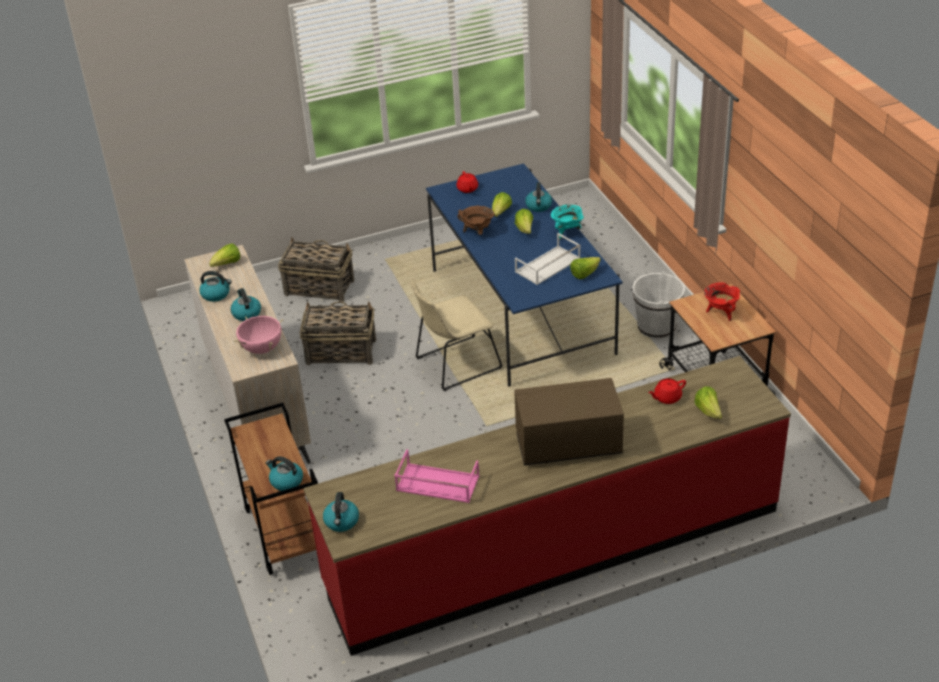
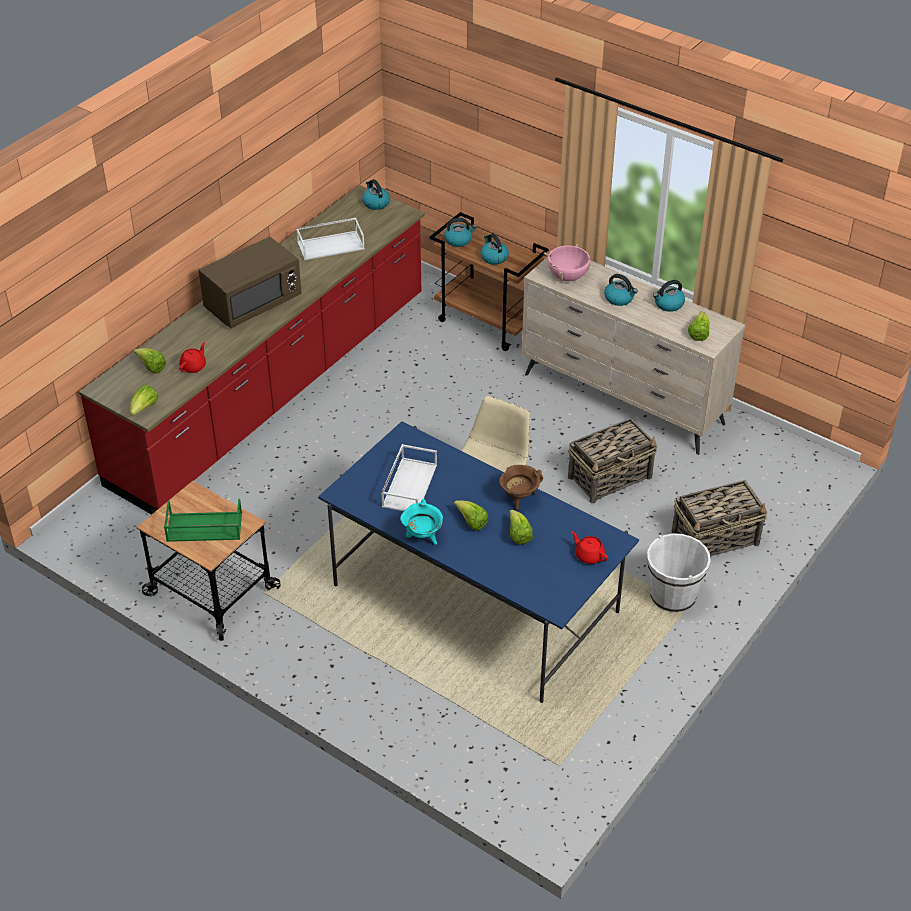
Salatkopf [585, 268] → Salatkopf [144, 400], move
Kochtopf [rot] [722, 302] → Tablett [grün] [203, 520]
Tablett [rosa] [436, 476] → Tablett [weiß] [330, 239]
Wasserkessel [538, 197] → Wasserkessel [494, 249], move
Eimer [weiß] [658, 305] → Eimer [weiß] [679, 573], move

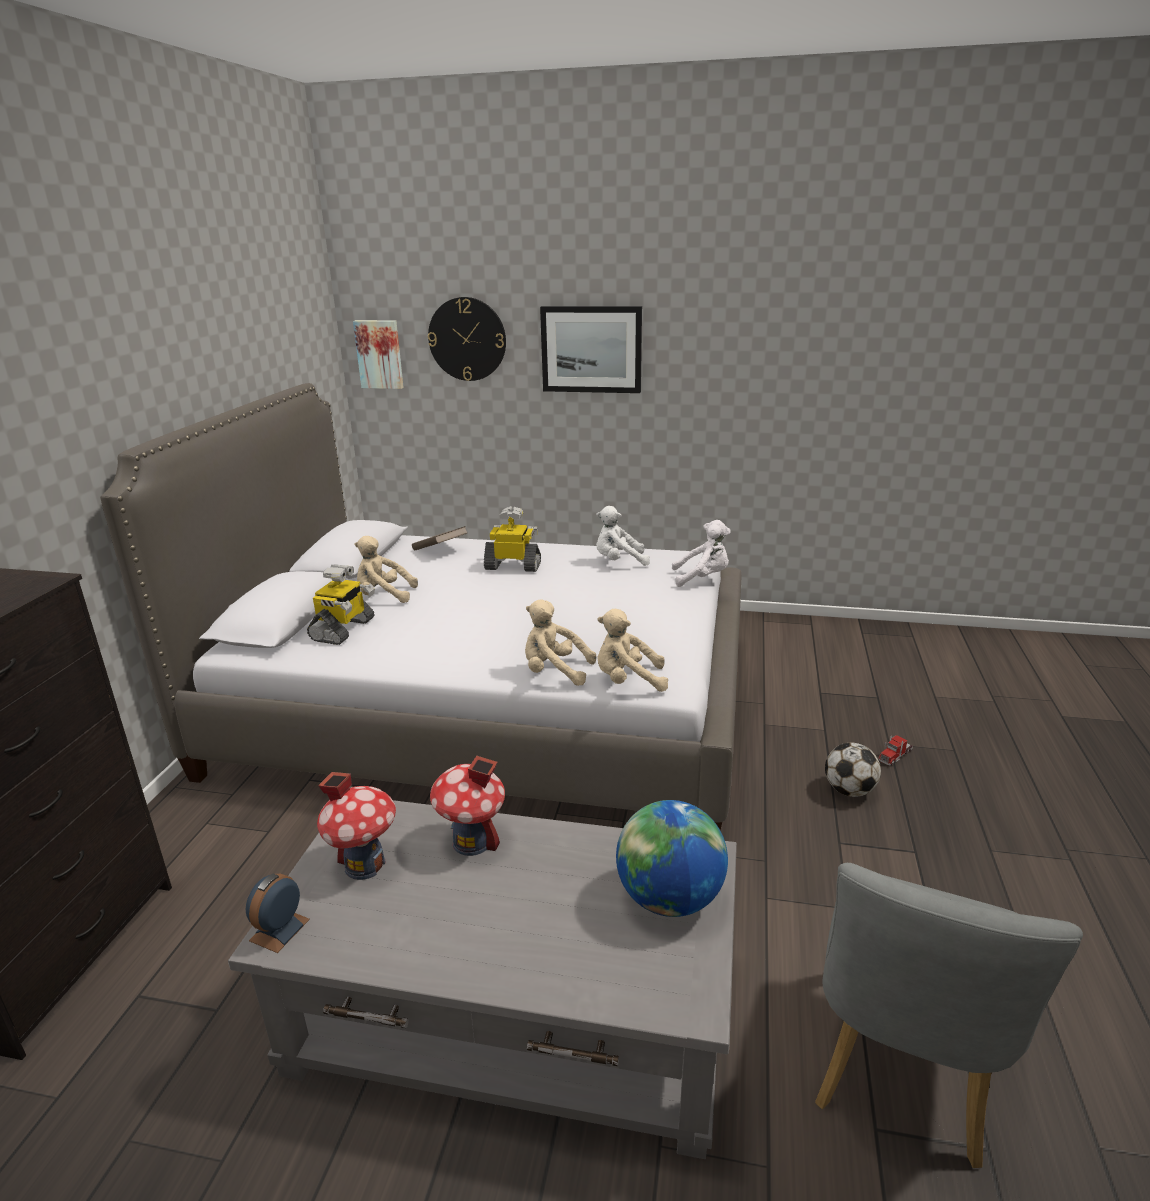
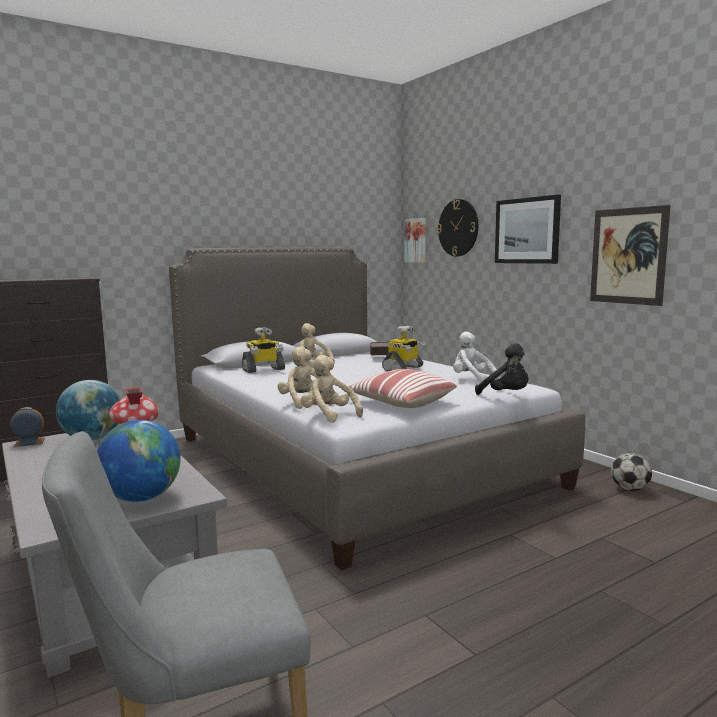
Spielzeughaus [356, 826] → Globus [88, 410]
- → Kissen [402, 388]
Spielzeugroboter [512, 539] → Spielzeugroboter [404, 348], 75 degrees clockwise
Plüschtier [weiß] [701, 553] → Plüschtier [schwarz] [502, 369]
- → Bild [630, 255]
Fußball [853, 770] → Fußball [631, 472], move
Spielzeuglaster [895, 750] → -

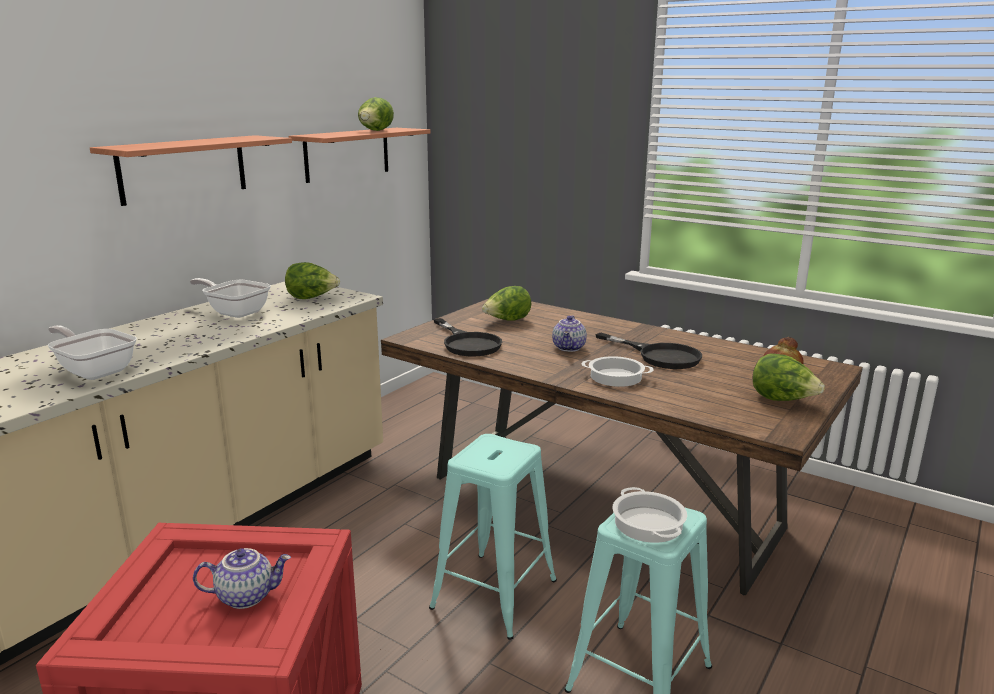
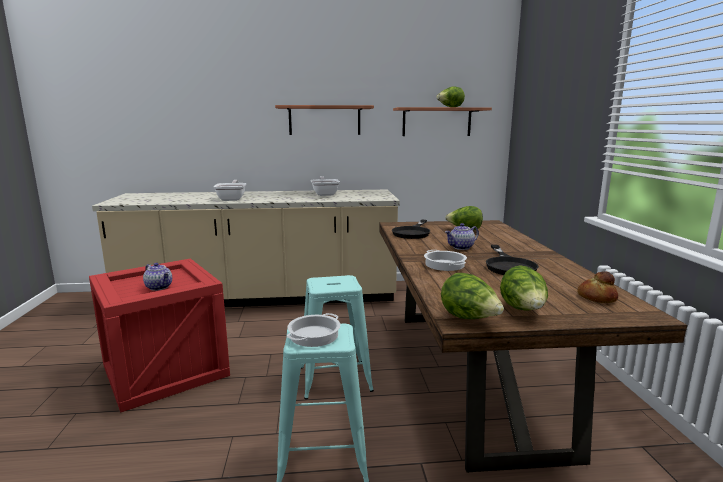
Salatkopf [312, 280] → Salatkopf [472, 296], move

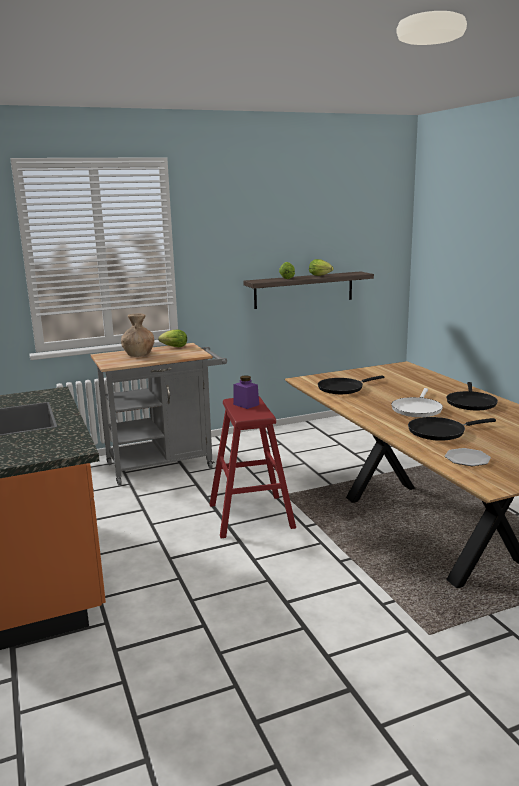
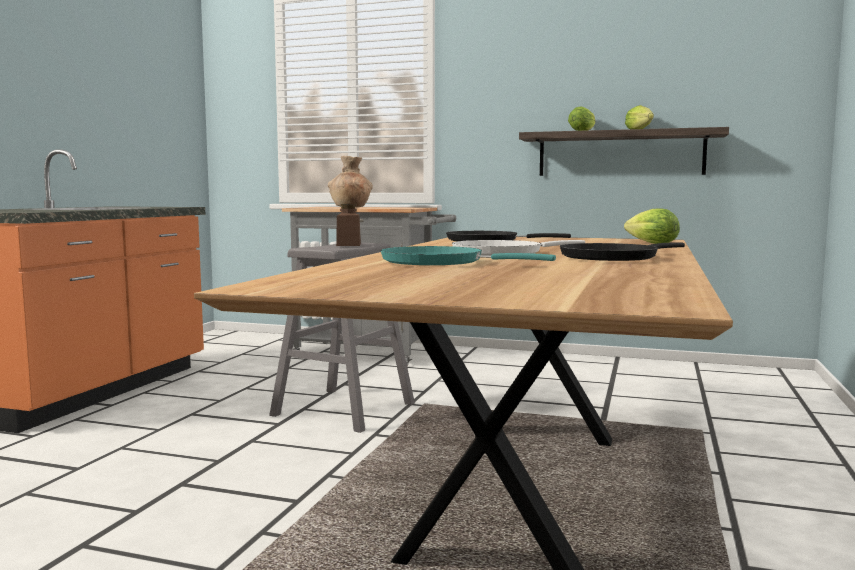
Hocker [rot] [253, 467] → Hocker [grau] [342, 338]
Vorratsglas [lila] [246, 392] → Vorratsglas [braun] [348, 225]
Pfanne [schwarz] [452, 429] → Pfanne [türkis] [468, 255]
Salatkopf [172, 338] → Salatkopf [652, 226], move
Teller [468, 457] → -

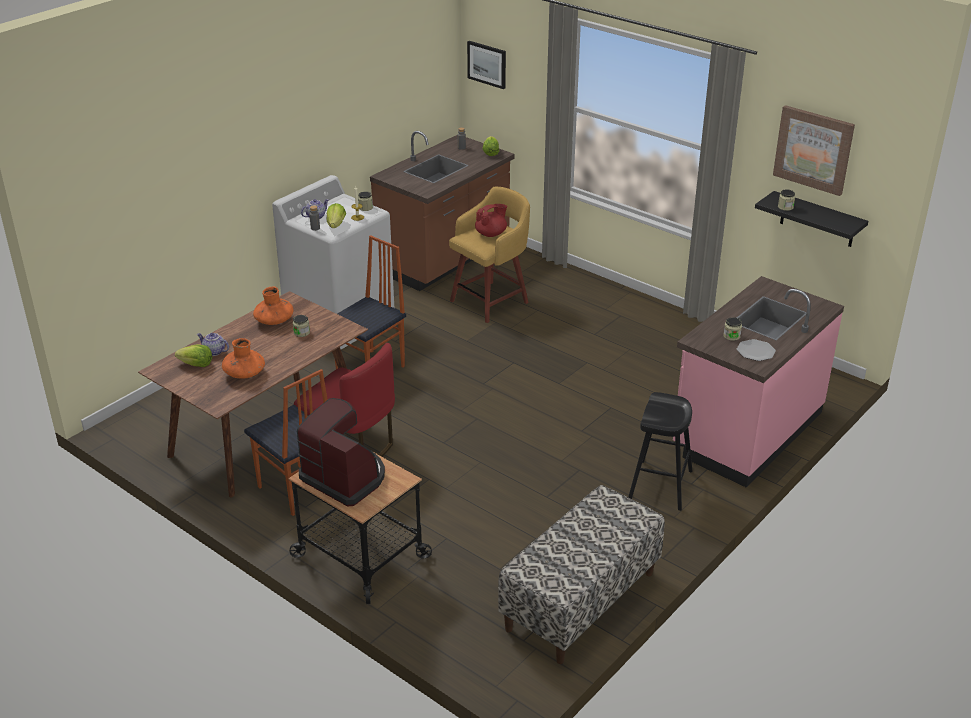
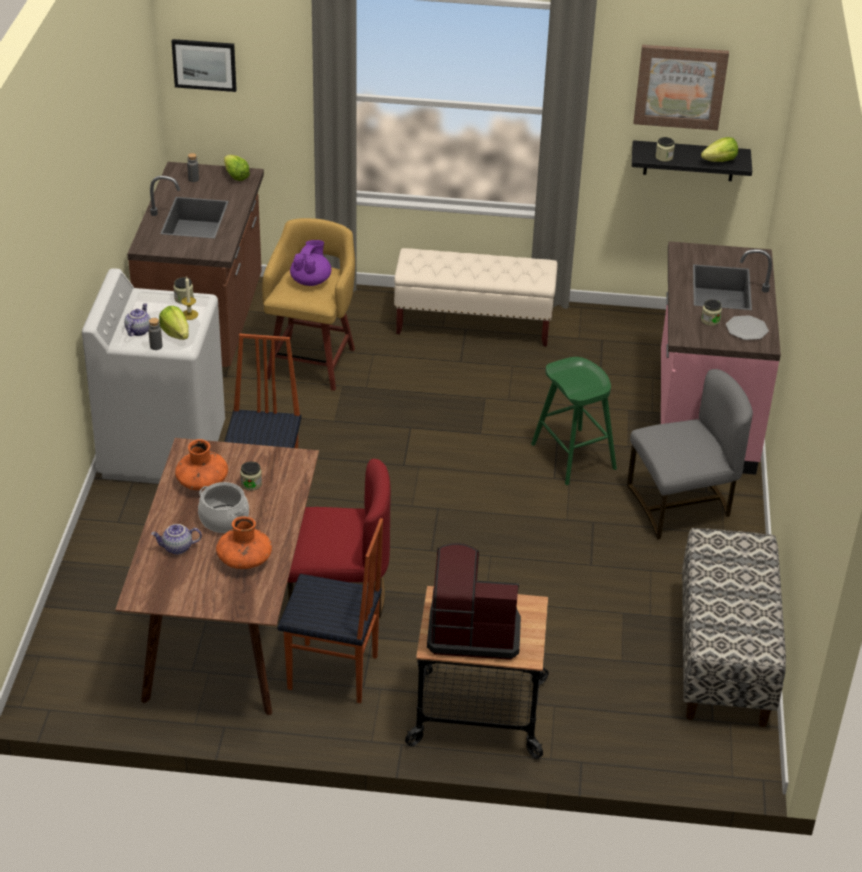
- → Kochtopf [223, 507]
Teekanne [rot] [491, 220] → Teekanne [lila] [310, 263]
- → Bank [beige] [476, 297]
- → Hocker [grün] [574, 421]
Hocker [schwarz] [660, 451] → Stuhl [grau] [690, 454]
Salatkopf [193, 355] → Salatkopf [719, 149], move

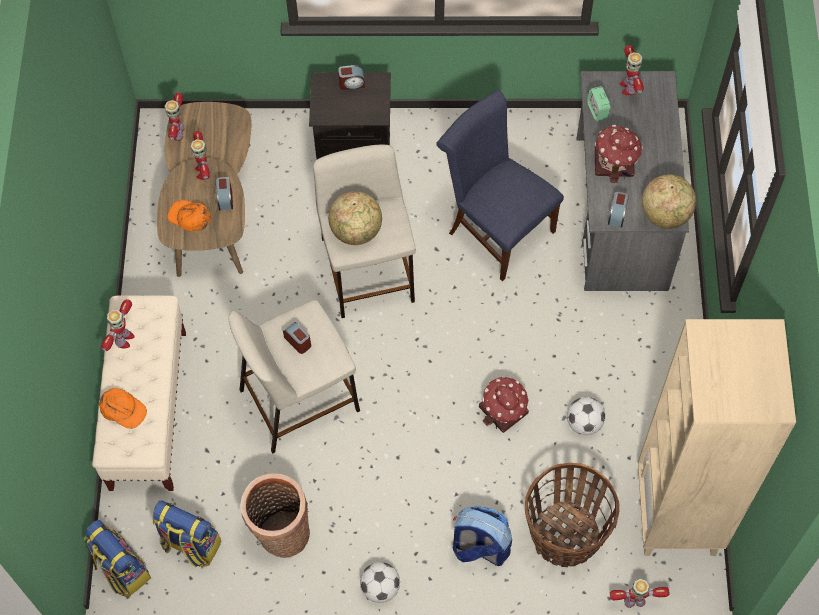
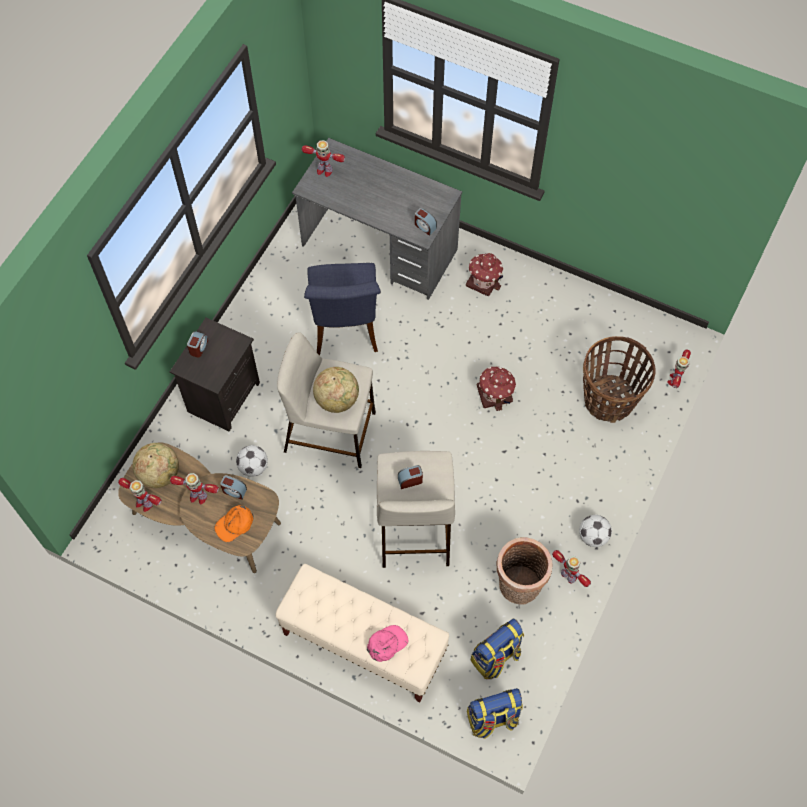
Globus [669, 202] → Globus [155, 465], move
Fußball [586, 416] → Fußball [252, 461], move
Stuhl [blau] [500, 185] → Stuhl [blau] [342, 309], 75 degrees counterclockwise
Kappe [orange] [123, 408] → Kappe [rosa] [387, 643]
Spielzeughaus [619, 154] → Spielzeughaus [484, 274], move
Spielzeugroboter [118, 325] → Spielzeugroboter [571, 568], move
Rucksack [482, 536] → -
Wecker [599, 103] → -
Bücherregal [beige] [717, 437] → -

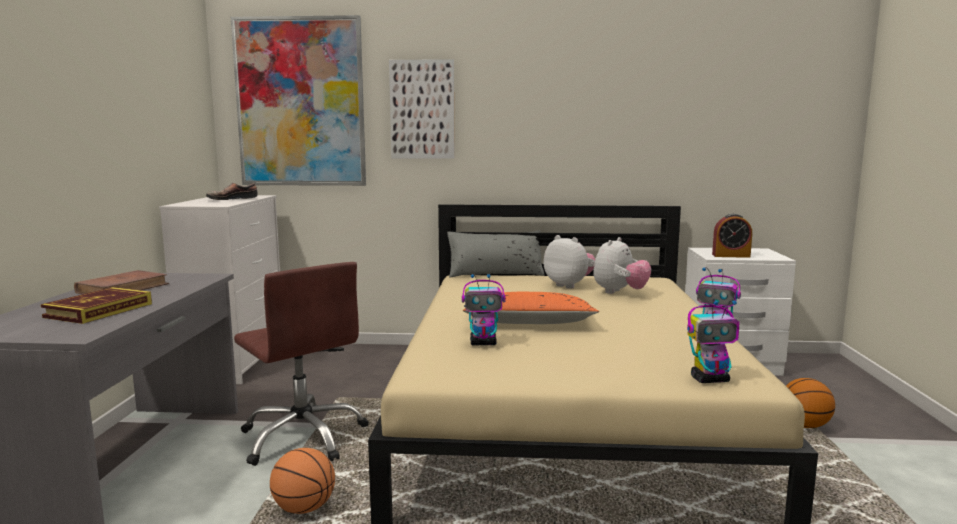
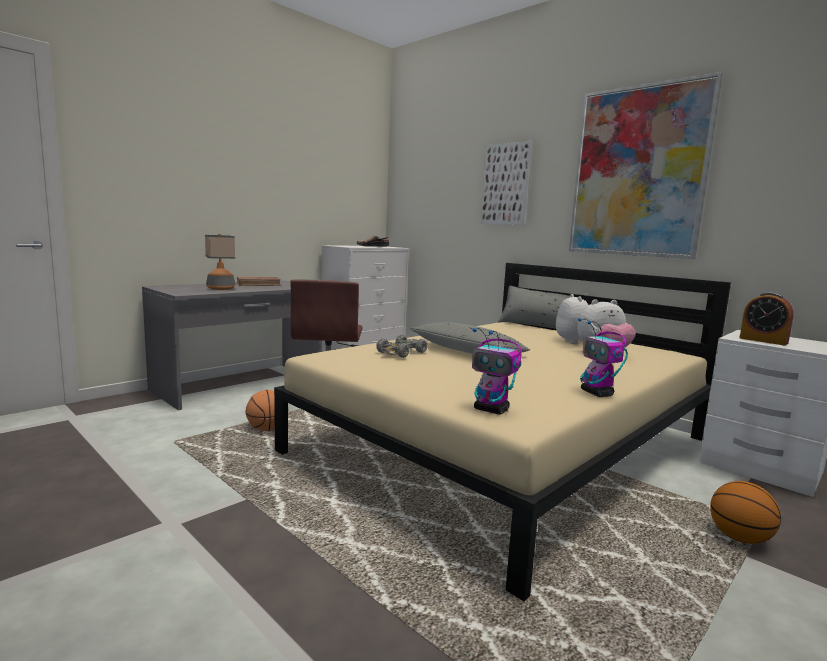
Buch [96, 305] → Tischlampe [220, 262]
Spielzeugroboter [484, 309] → Spielzeugauto [grau] [402, 346]
Kissen [orange] [531, 308] → Kissen [grau] [470, 338]
Bild [298, 100] → Bild [646, 165], move

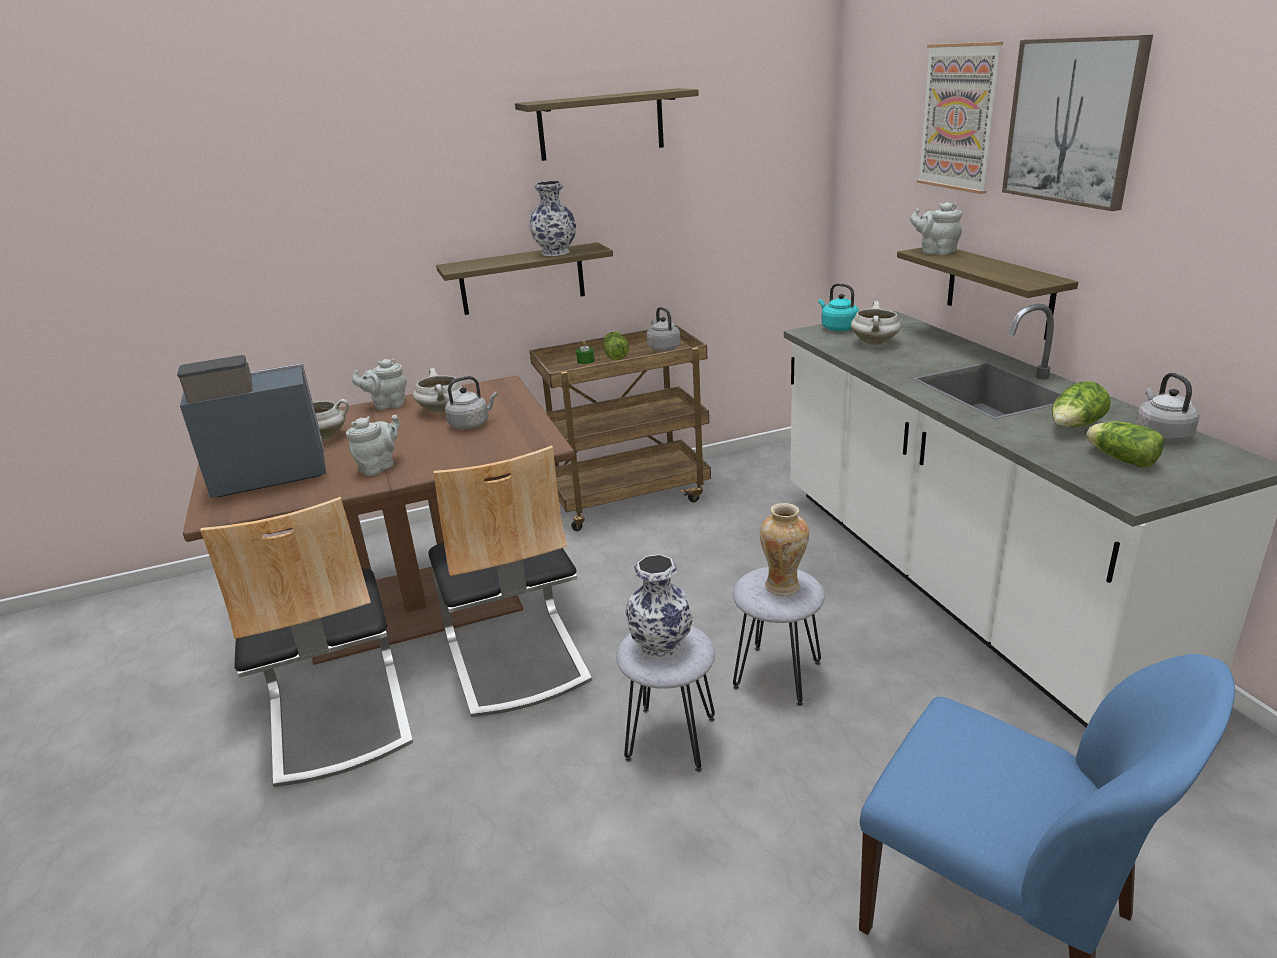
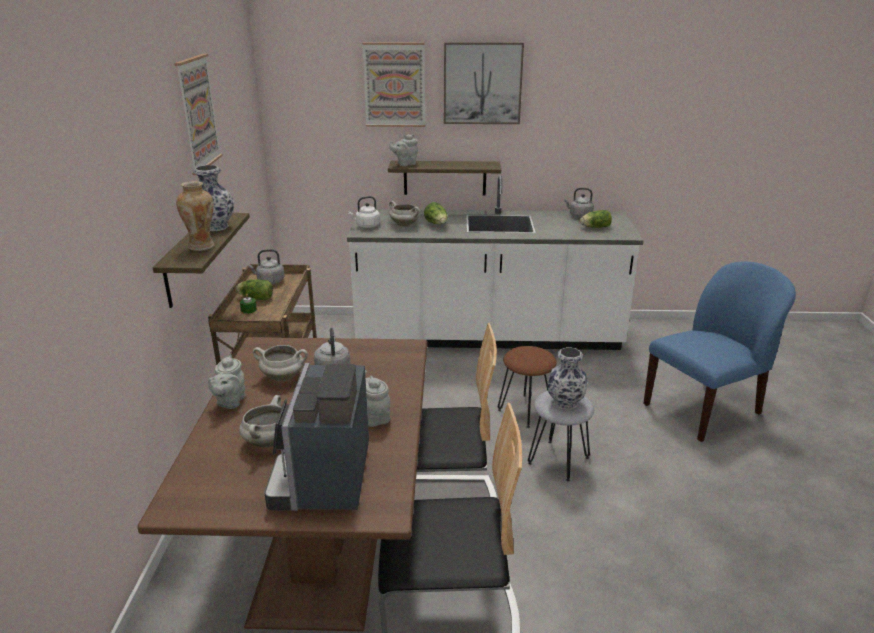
Wandregal [606, 124] → Bild [198, 114]
Vase [784, 549] → Vase [195, 216], move
Wasserkessel [türkis] [838, 307] → Wasserkessel [weiß] [364, 212]
Salatkopf [1081, 404] → Salatkopf [436, 213], move
Hocker [grau] [779, 636] → Hocker [braun] [527, 387]

